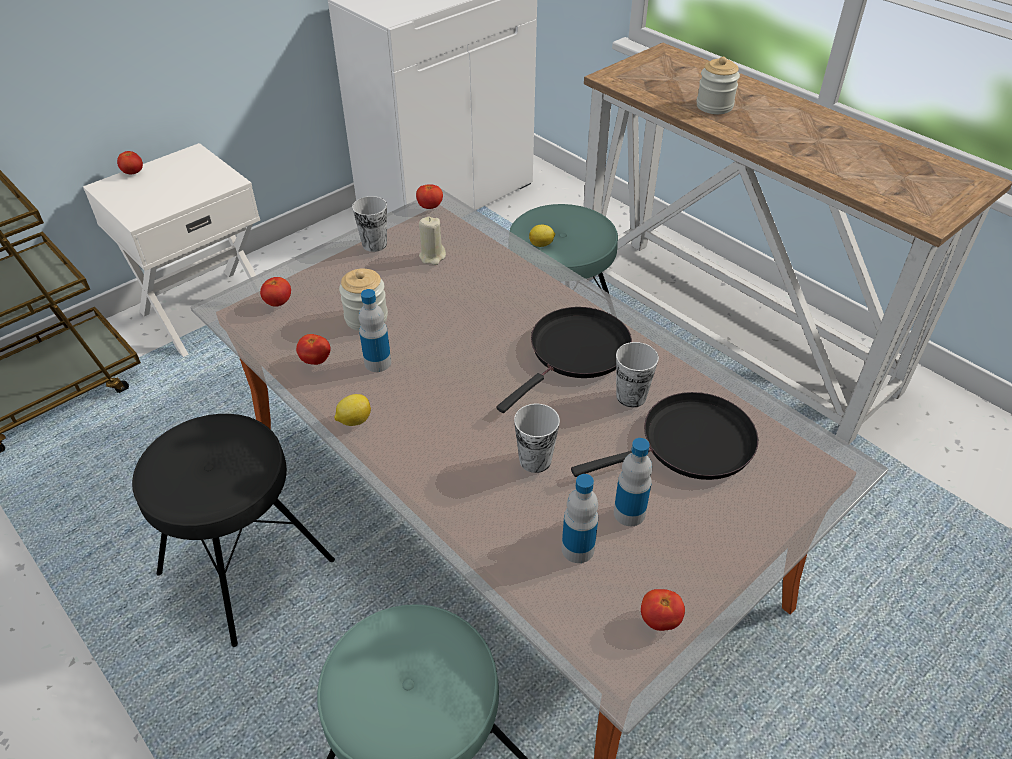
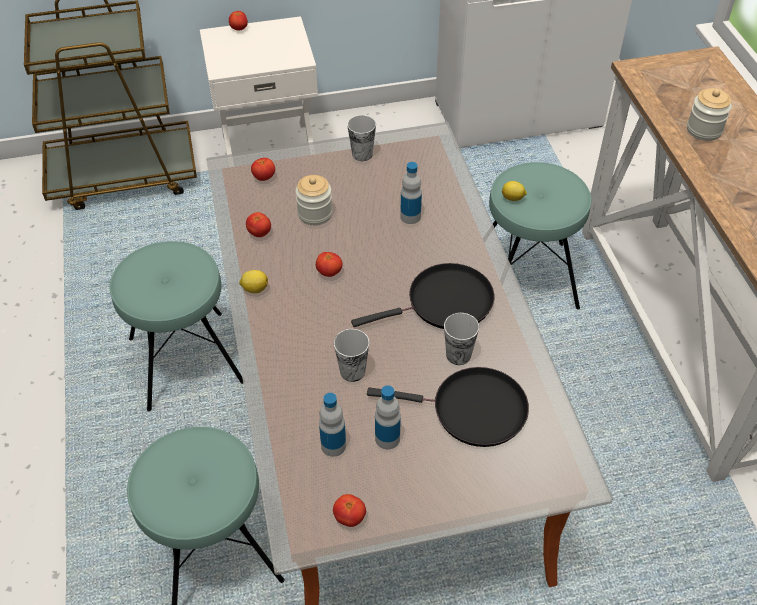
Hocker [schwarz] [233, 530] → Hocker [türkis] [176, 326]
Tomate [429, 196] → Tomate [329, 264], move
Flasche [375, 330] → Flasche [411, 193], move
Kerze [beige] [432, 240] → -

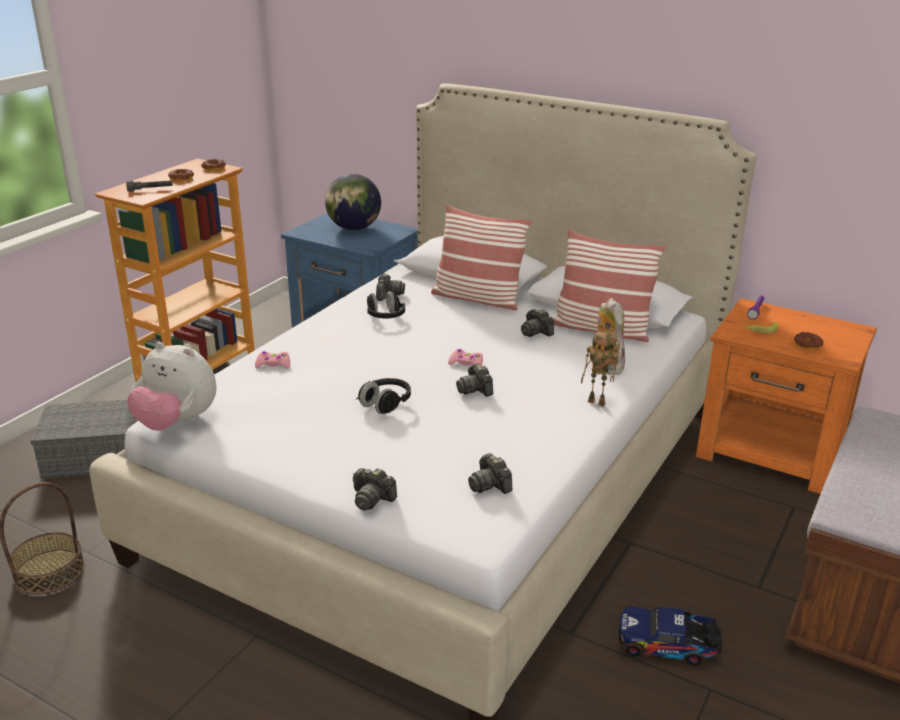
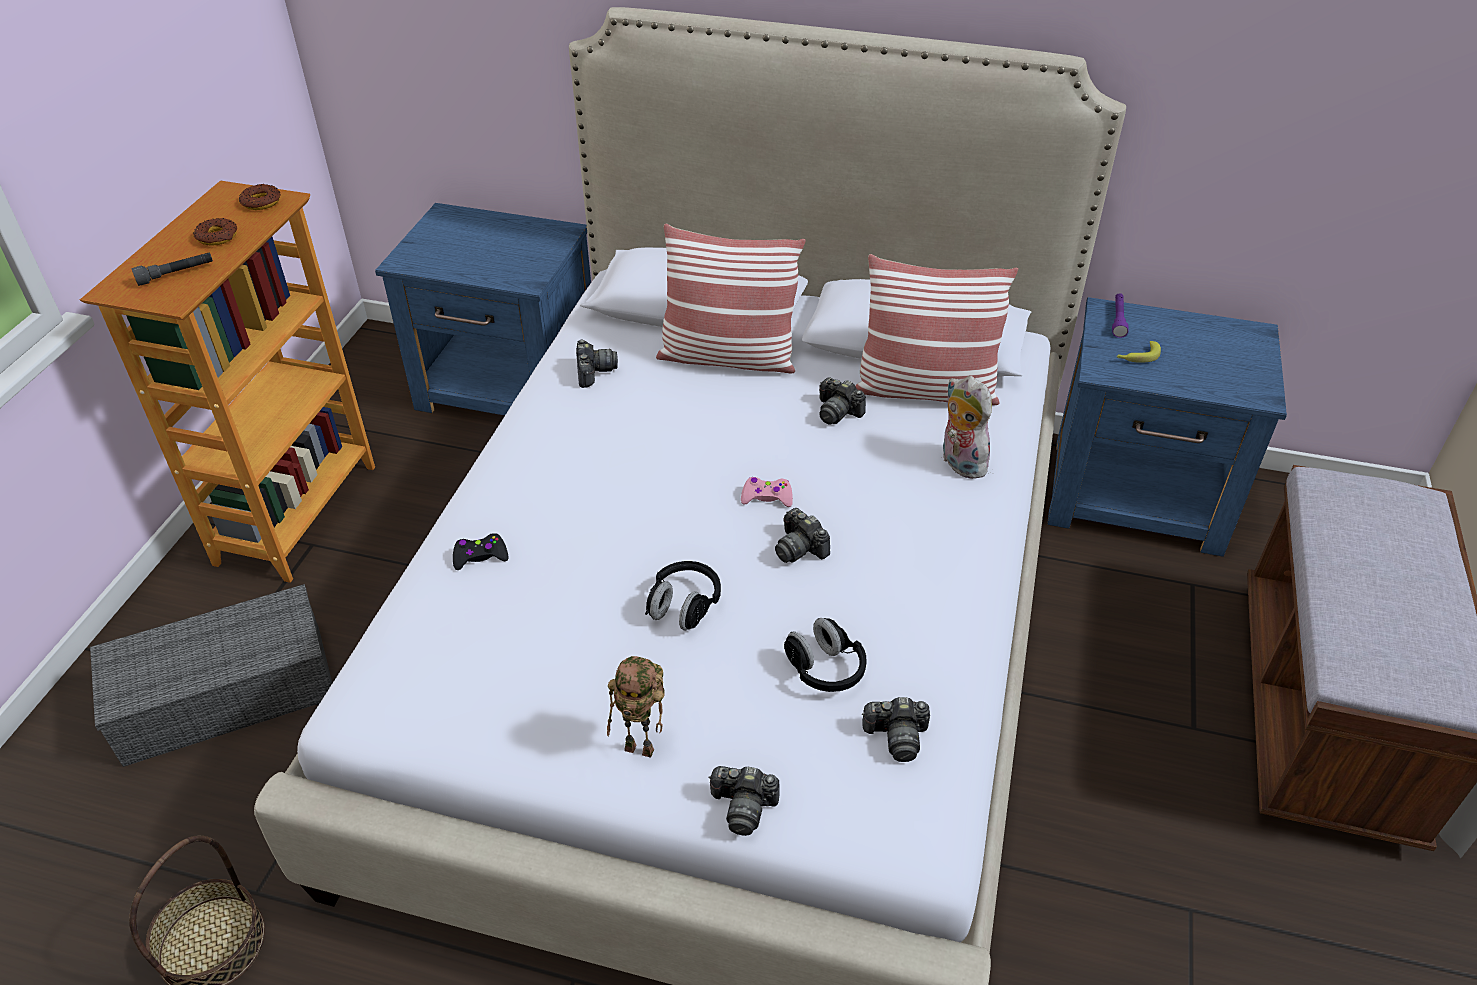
Gamepad [rosa] [272, 360] → Gamepad [schwarz] [481, 551]
Spielzeugroboter [600, 368] → Spielzeugroboter [636, 707], move
Kopfhörer [schwarz] [386, 304] → Kopfhörer [schwarz] [825, 655], move
Kamera [490, 473] → Kamera [896, 729], 45 degrees counterclockwise
Nachttisch [orange] [786, 396] → Nachttisch [blau] [1167, 427]
Plüschtier [171, 386] → -
Globus [353, 202] → -
Spielzeuglaster [670, 636] → -
Donut [808, 340] → -

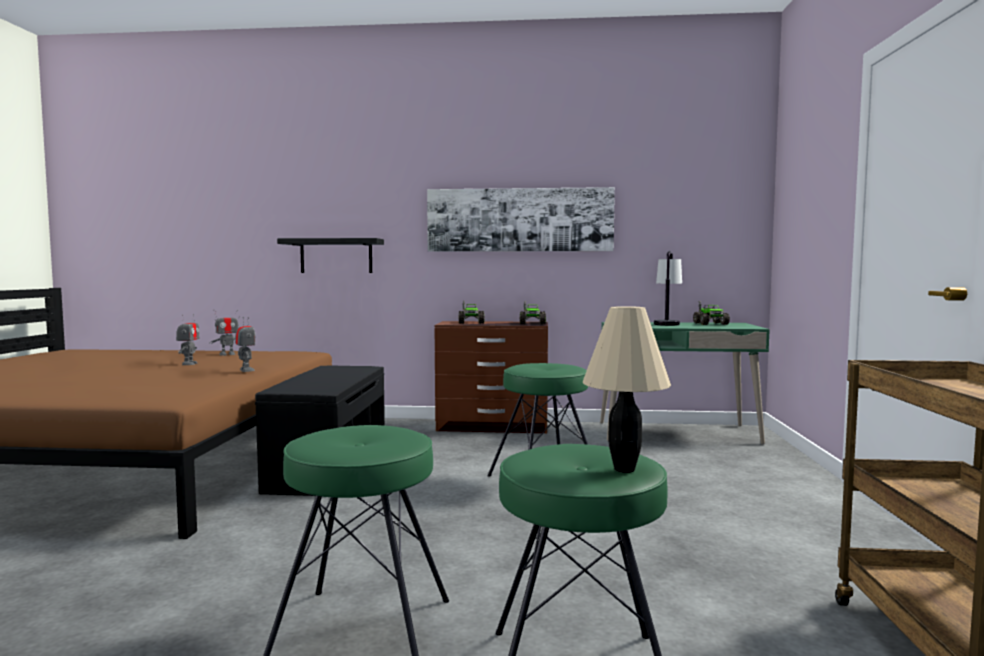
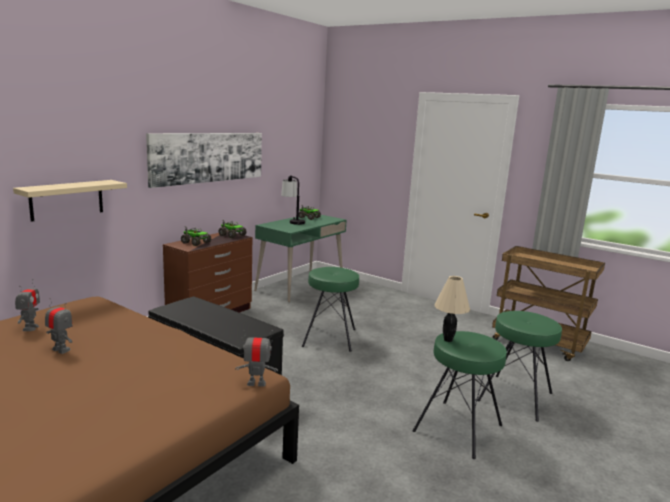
Wandregal [schwarz] [330, 255] → Wandregal [beige] [70, 201]
Spielzeugroboter [245, 344] → Spielzeugroboter [256, 358], move
Tischlampe [beige] [627, 389] → Tischlampe [beige] [452, 309], move

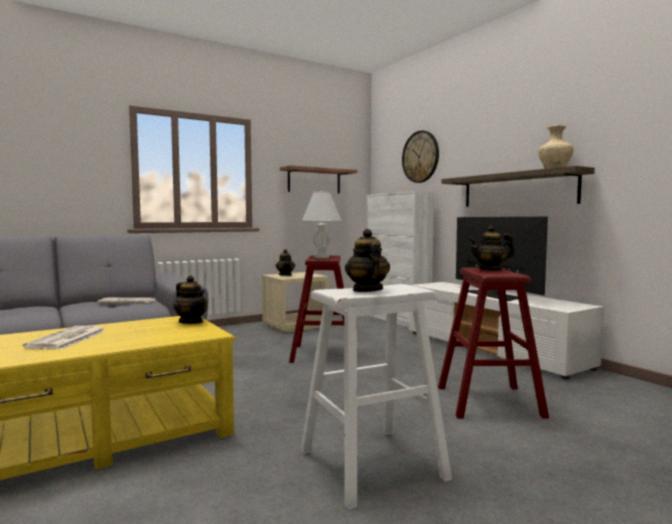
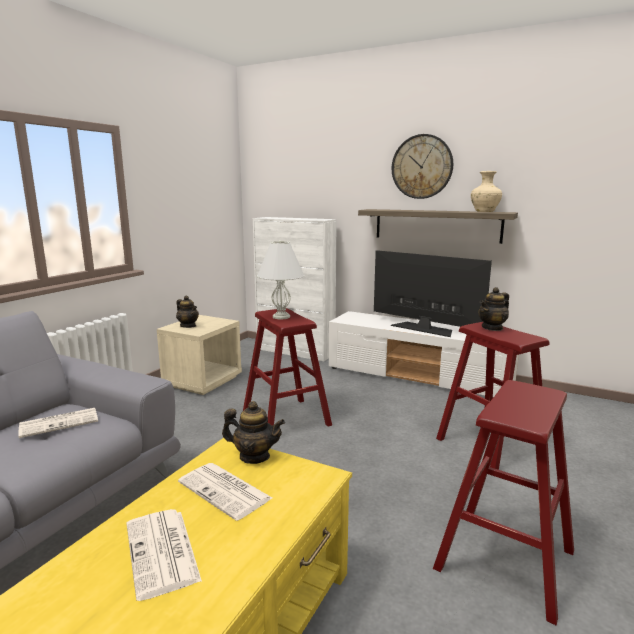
- → Zeitung [225, 492]
Wanduhr [420, 156] → Wanduhr [422, 166], move
Hocker [weiß] [376, 397] → Hocker [rot] [503, 502]
Wandregal [318, 179] → -
Teekanne [367, 260] → -

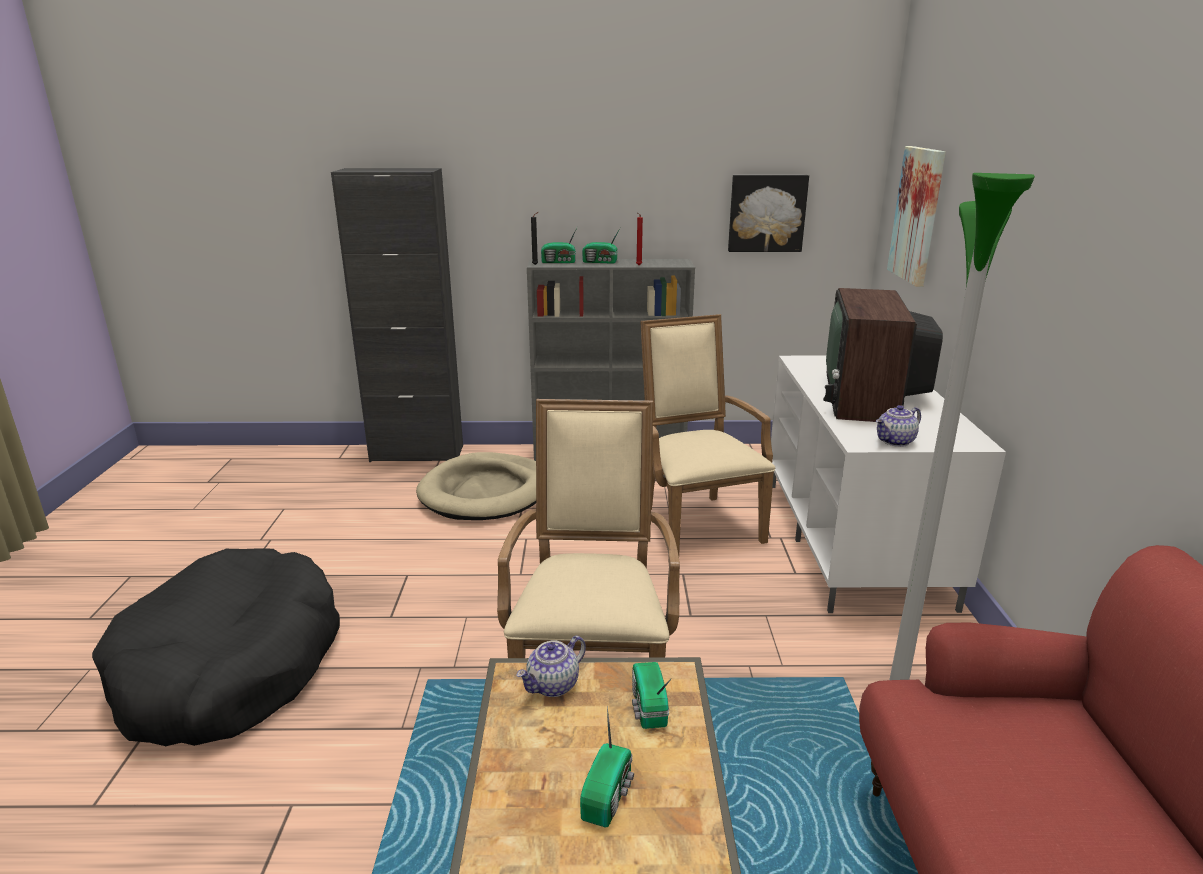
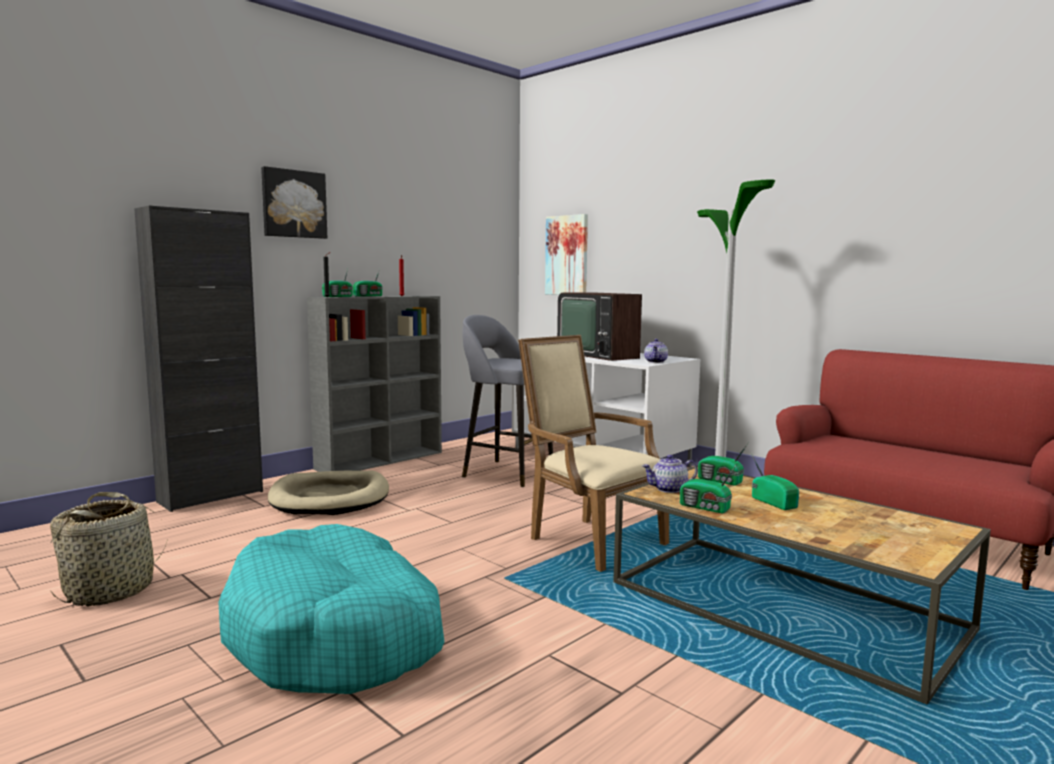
- → Korb [109, 549]
Hundebett [schwarz] [216, 647] → Hundebett [türkis] [331, 609]
Bild [768, 213] → Bild [294, 202], move
Sessel [beige] [707, 434] → Hocker [grau] [507, 401]
Teekanne [551, 666] → Teekanne [670, 474], 75 degrees clockwise
- → Radio [708, 488]

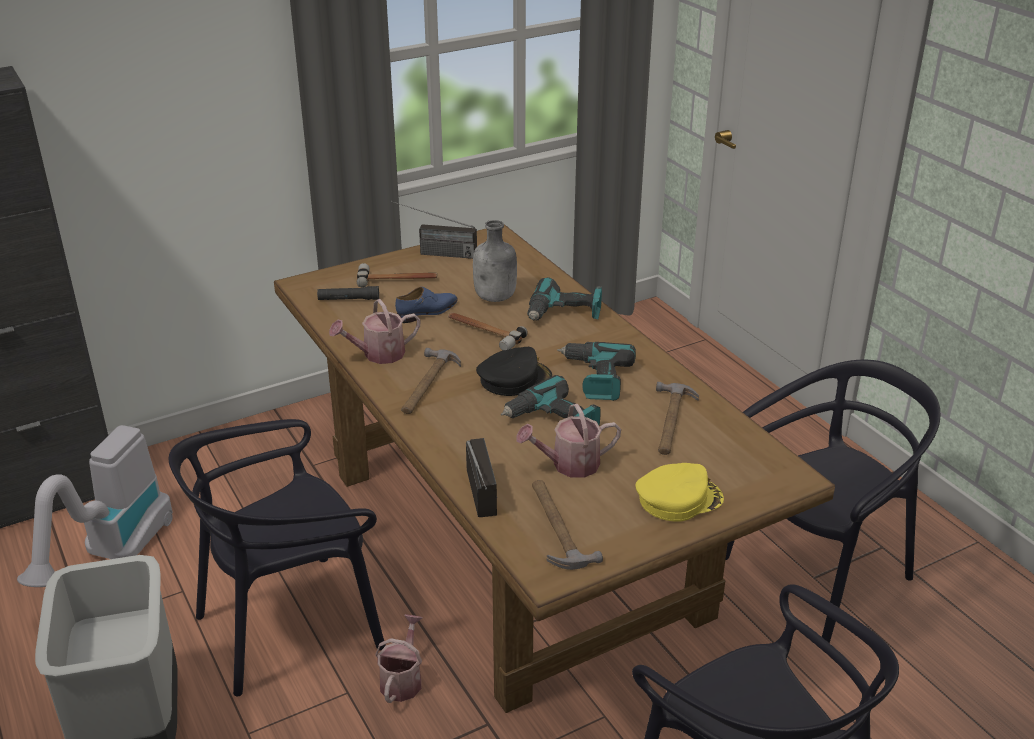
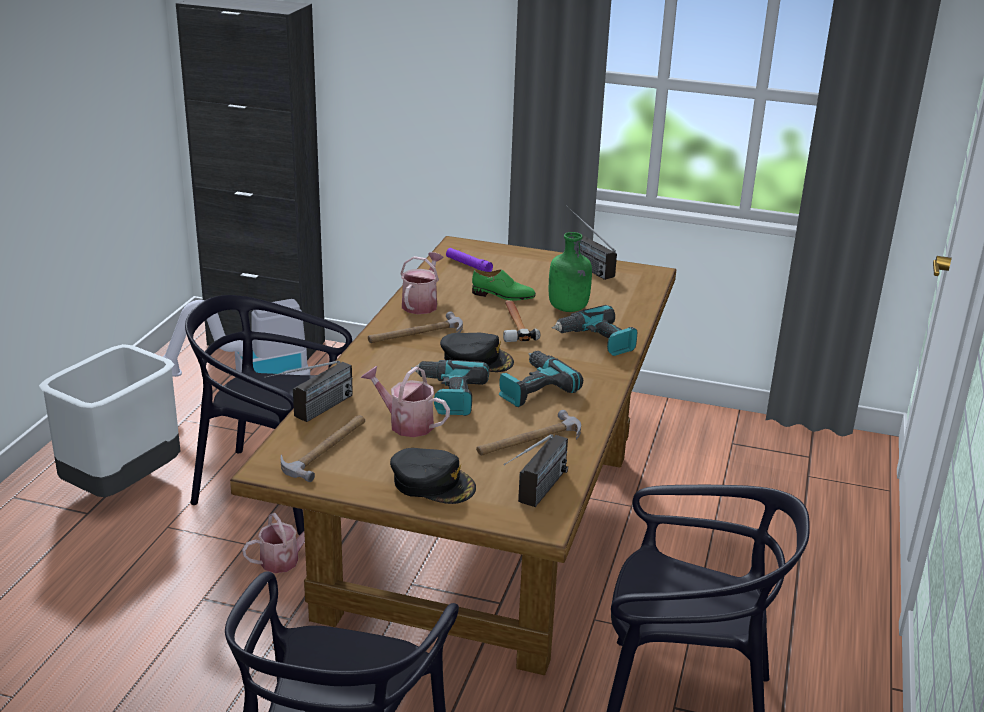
Kappe [gelb] [680, 492] → Kappe [schwarz] [433, 476]
Gießkanne [374, 331] → Gießkanne [421, 283], 90 degrees clockwise
Taschenlampe [schwarz] [348, 293] → Taschenlampe [lila] [469, 260]
Schuh [blau] [426, 305] → Schuh [grün] [504, 284]
- → Radio [536, 470]
Flasche [grau] [495, 261] → Flasche [grün] [570, 272]
Hammer [397, 275] → -

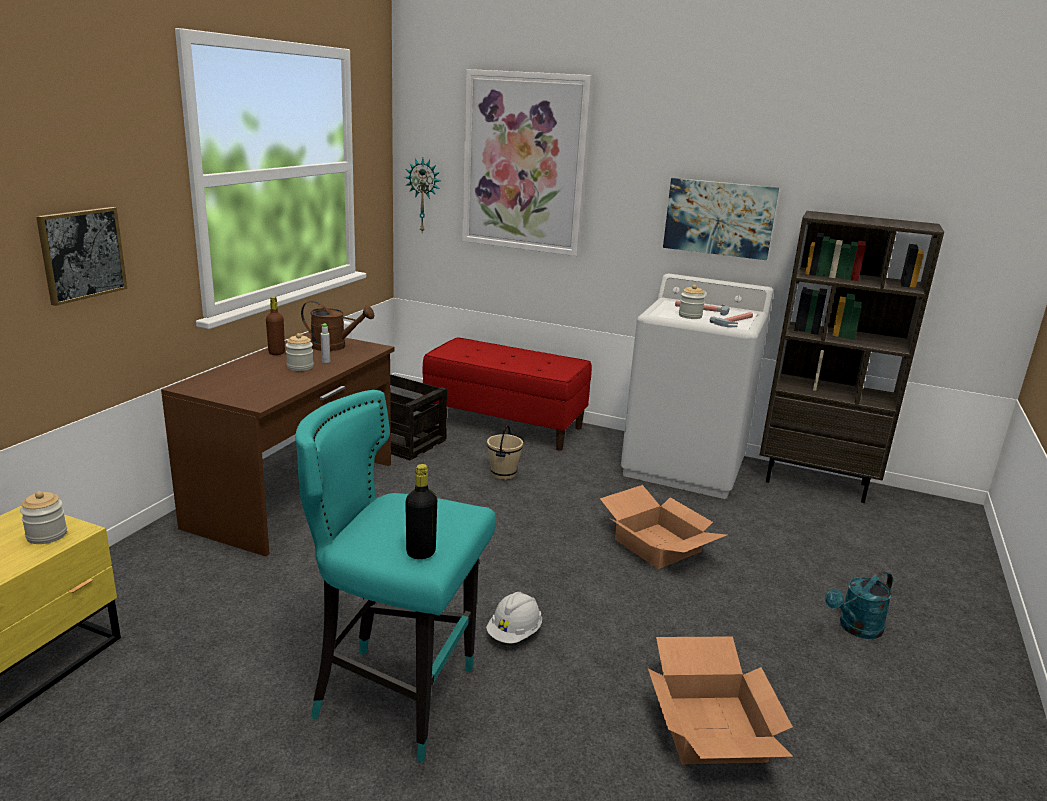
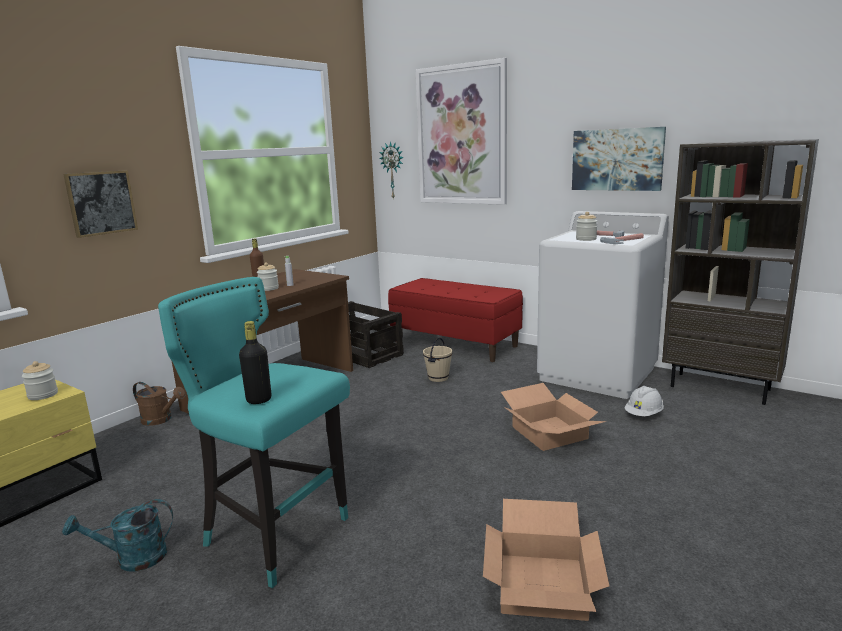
Gießkanne [türkis] [859, 605] → Gießkanne [türkis] [117, 535], move
Gießkanne [braun] [337, 326] → Gießkanne [braun] [159, 404], move
Schutzhelm [weiß] [514, 618] → Schutzhelm [weiß] [644, 401], move

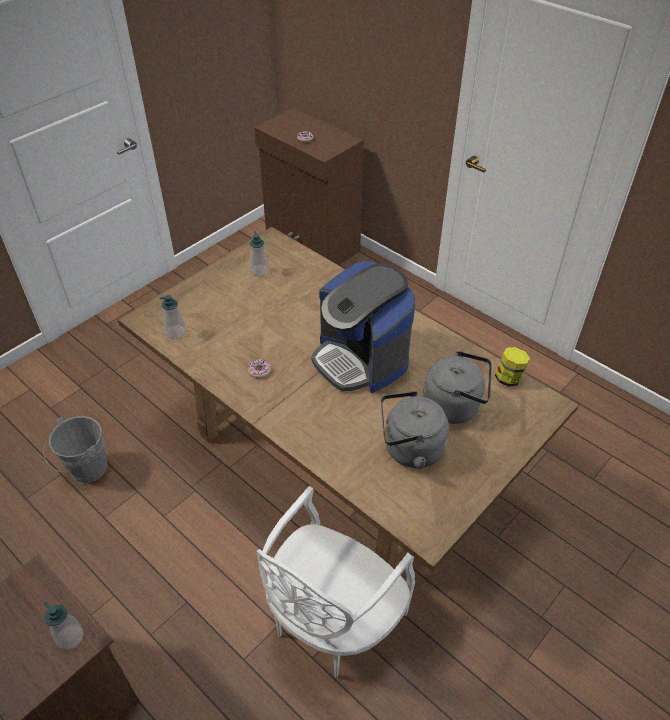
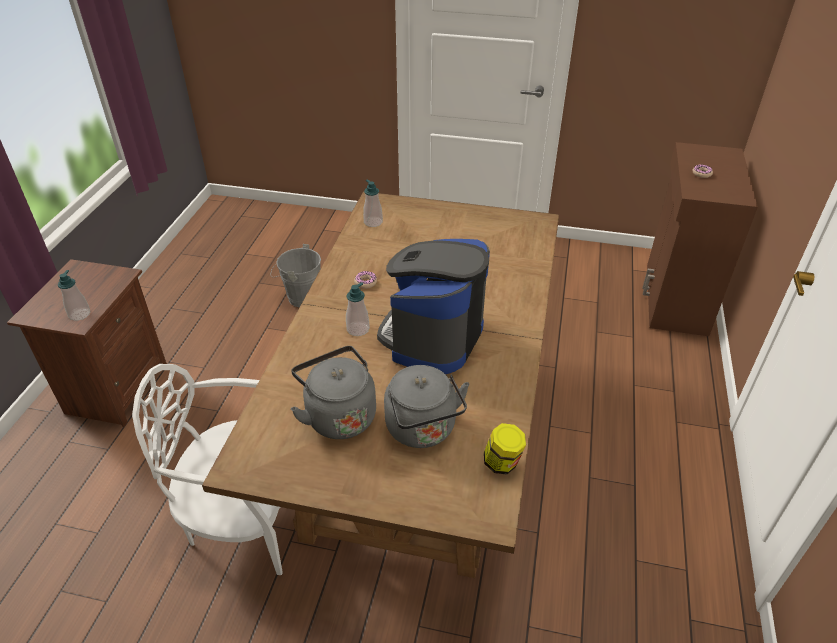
Seifenspender [259, 253] → Seifenspender [358, 309], move

